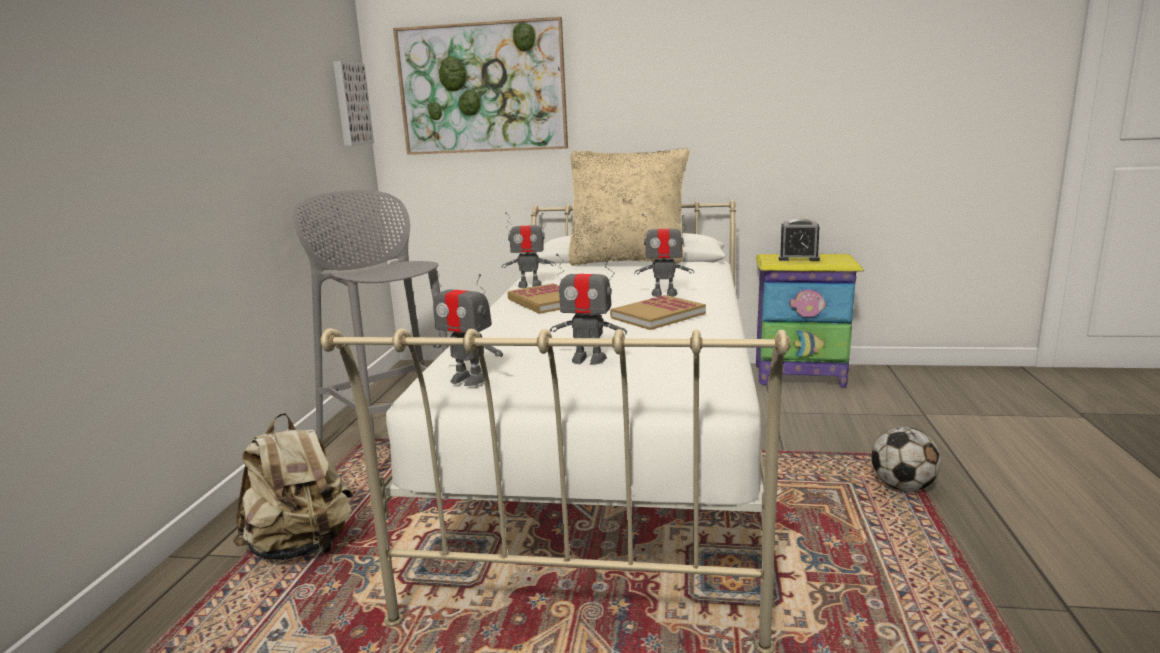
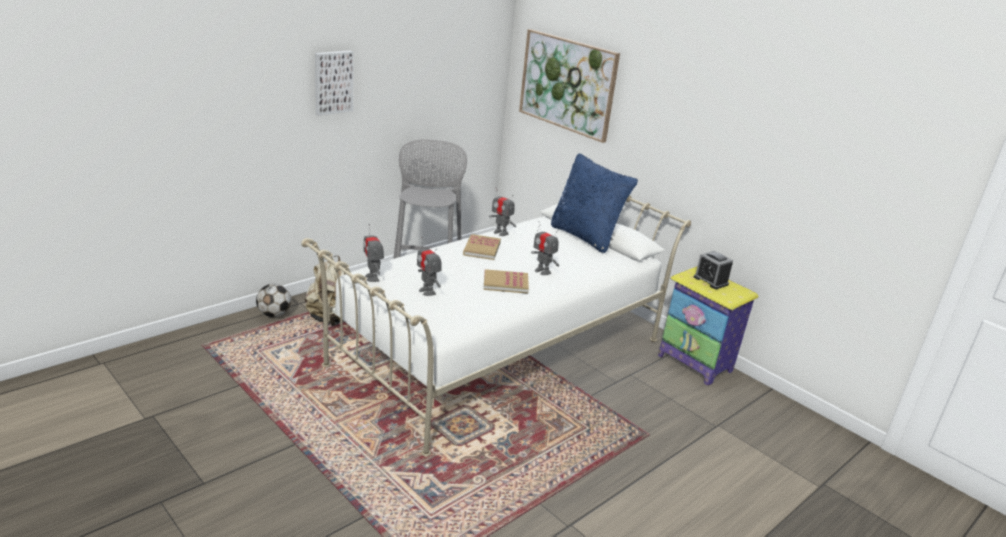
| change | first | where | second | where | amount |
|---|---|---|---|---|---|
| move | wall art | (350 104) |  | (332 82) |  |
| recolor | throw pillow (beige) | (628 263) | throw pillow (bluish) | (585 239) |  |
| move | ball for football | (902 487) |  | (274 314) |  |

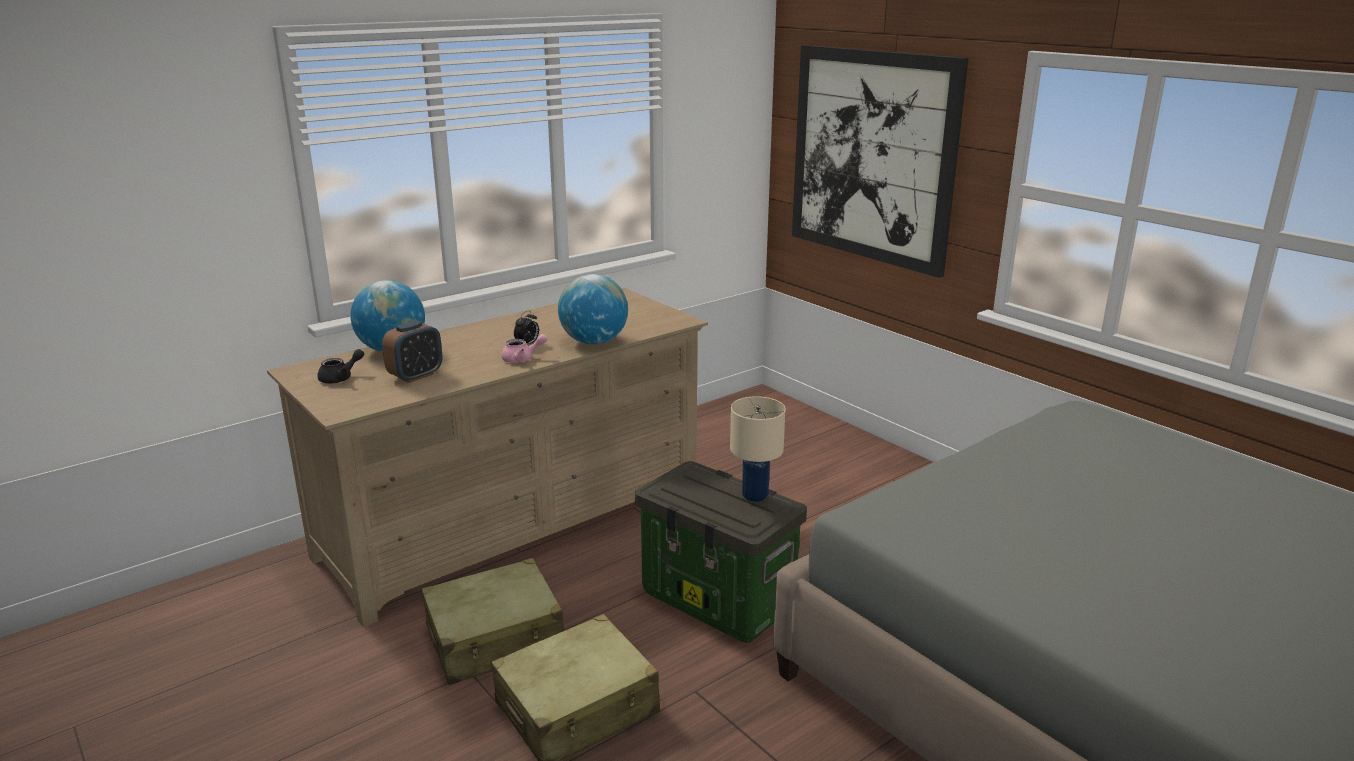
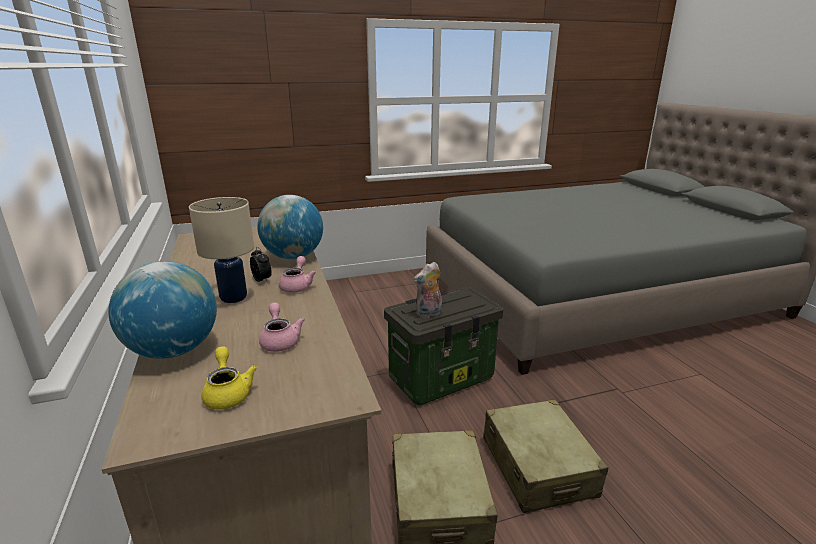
| change | first | where | second | where | amount |
|---|---|---|---|---|---|
| recolor | teapot (black) | (340 378) | teapot (yellow) | (228 393) |  |
| replace | table clock | (416 376) | teapot (pink) | (280 340) |  |
| move | table lamp (beige) | (755 495) |  | (233 297) |  |
| delete | wall art | (872 156) |  |  |  |
| insert |  |  | cuddly toy | (429 314) |  |

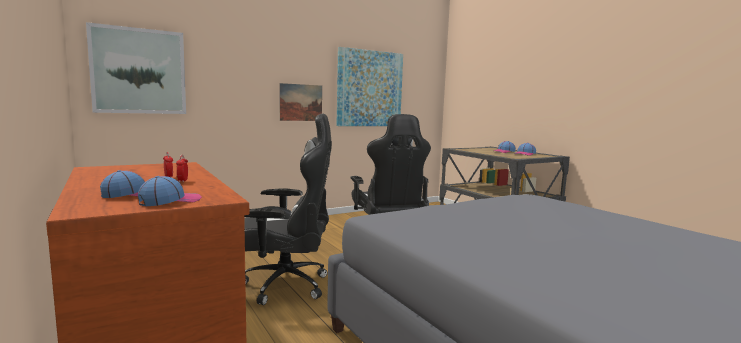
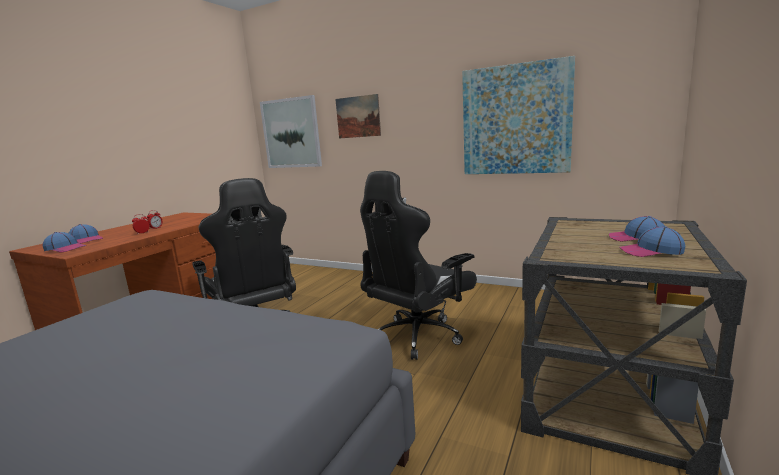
| change | first | where | second | where | amount |
|---|---|---|---|---|---|
| move | wall art | (301 102) |  | (358 117) |  |

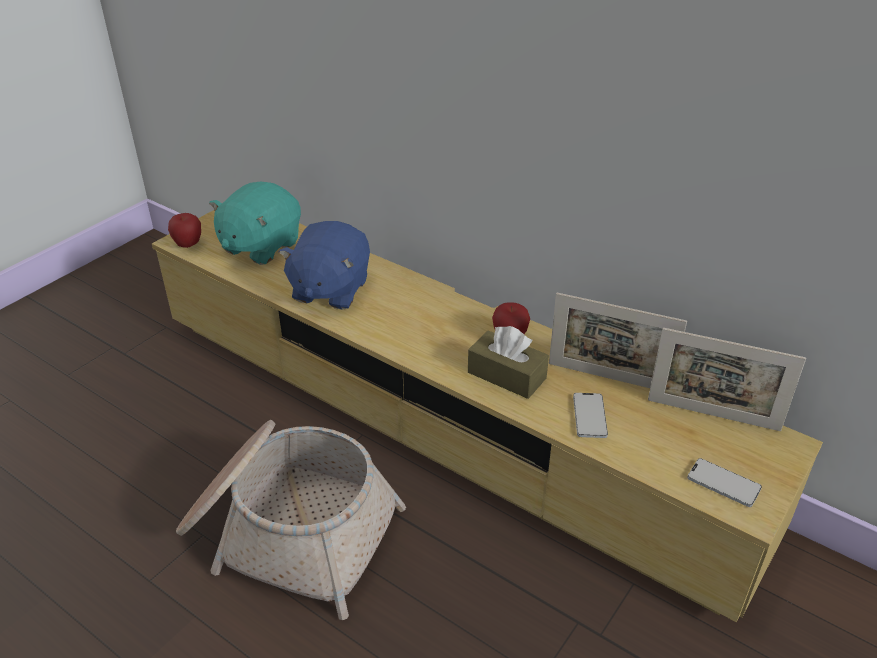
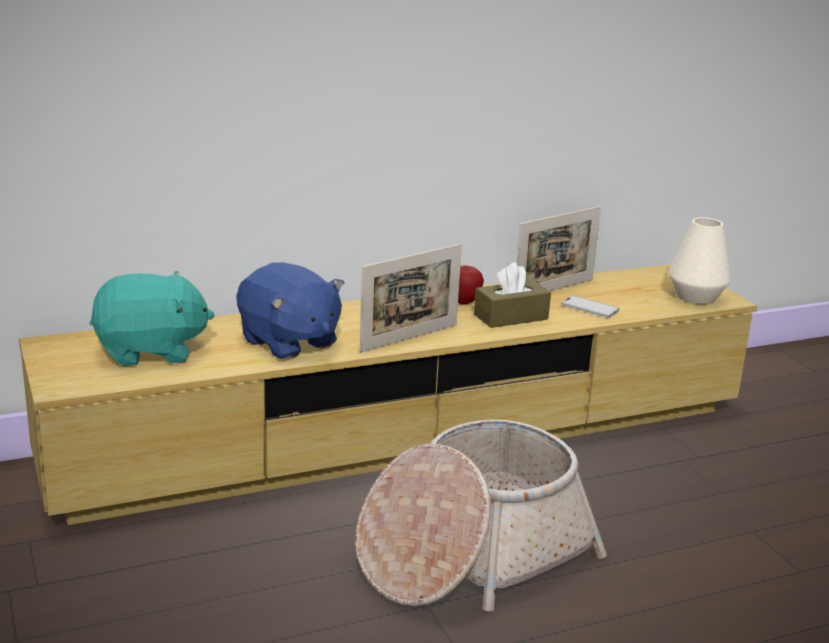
| change | first | where | second | where | amount |
|---|---|---|---|---|---|
| delete | whole apple | (188 244) |  |  |  |
| rotate | cuddly toy (turquoise) | (260 246) |  | (151 351) | 75 degrees counterclockwise |
| move | photo frame | (713 415) |  | (409 338) |  |
| replace | phone | (723 483) | vase (white) | (695 297) |  |

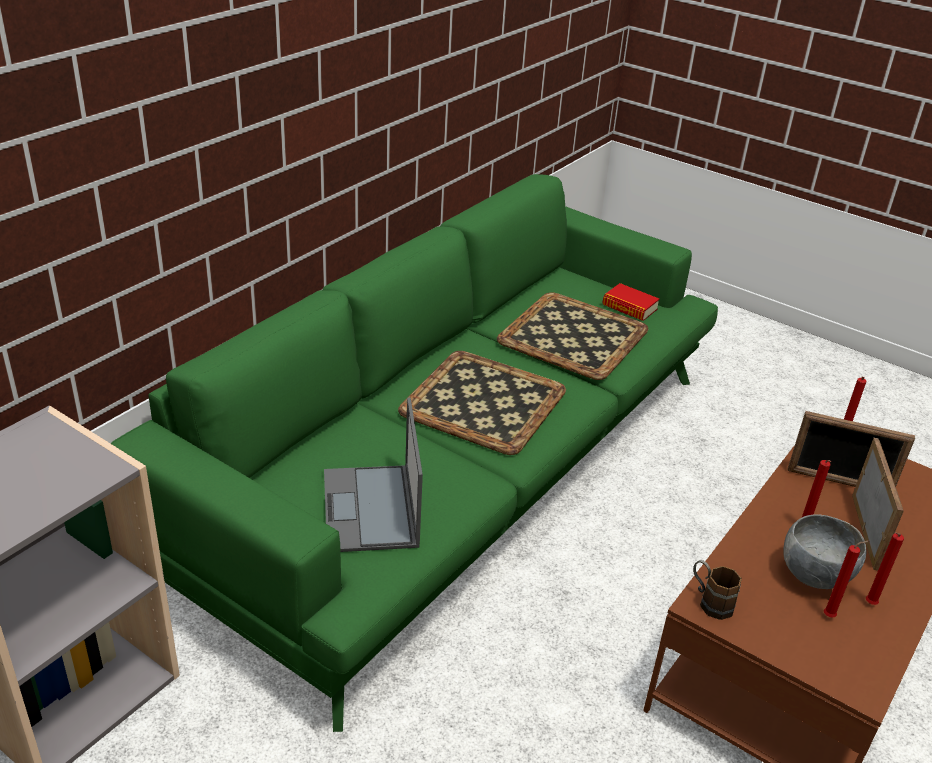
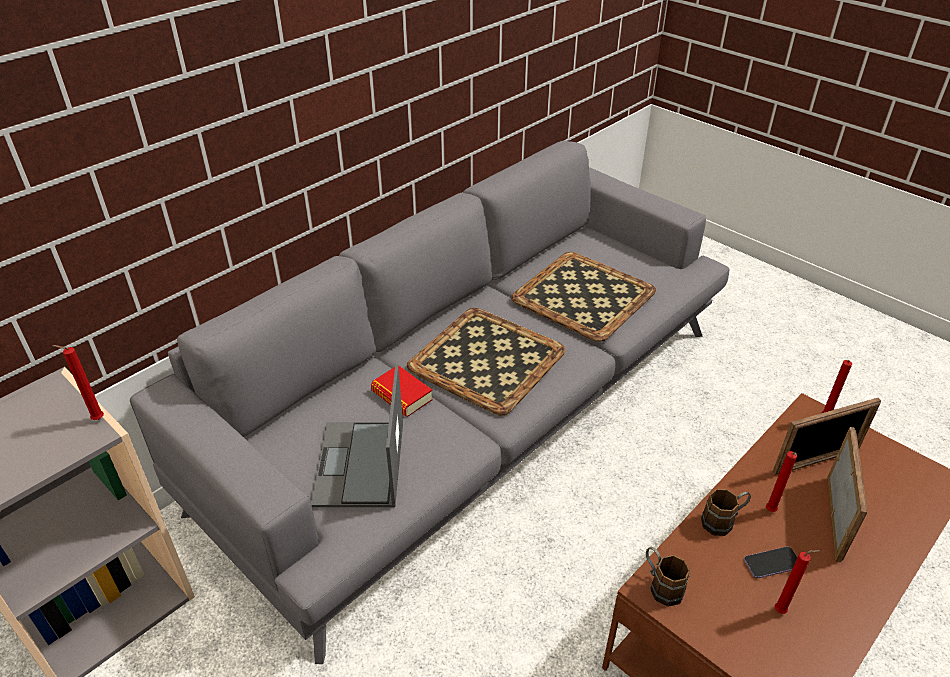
| change | first | where | second | where | amount |
|---|---|---|---|---|---|
| recolor | sofa (green-coloured) | (460 471) | sofa (gray) | (475 413) |  |
| move | volume | (629 307) |  | (402 396) |  |
| replace | bowl (gray) | (813 575) | phone | (772 563) |  |
| rotate | photo frame | (839 482) |  | (816 461) | 45 degrees counterclockwise |
| move | candle (reddish) | (869 604) |  | (96 420) |  |
| insert |  |  | coffee mug (brown-coloured) | (723 521) |  |

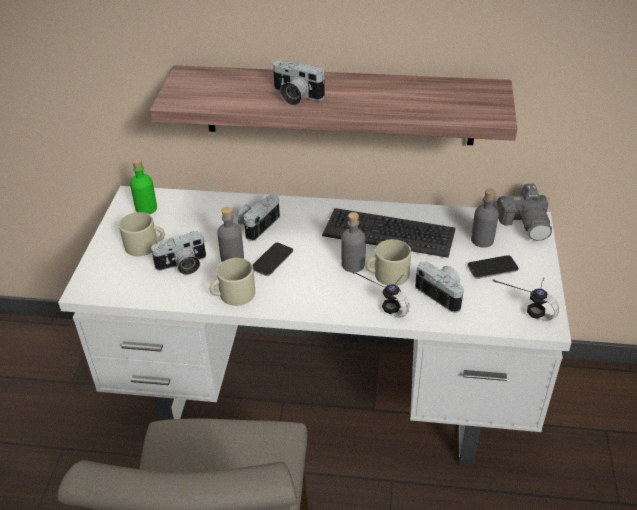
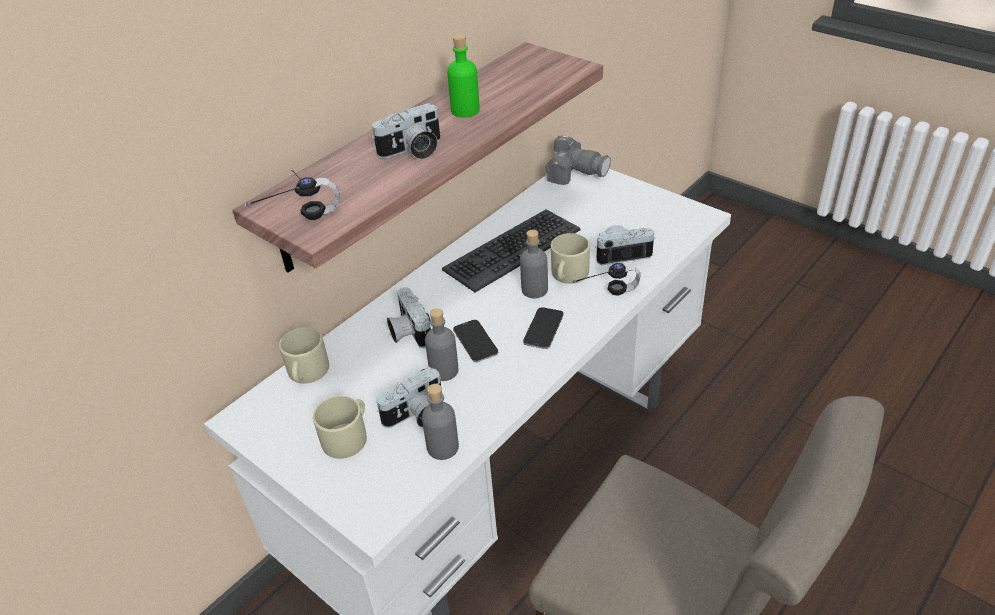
| change | first | where | second | where | amount |
|---|---|---|---|---|---|
| move | drink bottle (green-coloured) | (146 208) |  | (465 110) |  |
| rotate | still camera | (182 266) |  | (417 415) | 45 degrees clockwise |
| move | coffee mug (beige) | (233 294) |  | (306 372) |  |
| move | phone | (492 268) |  | (543 329) |  |
| move | drink bottle (gray) | (482 240) |  | (443 447) |  |
| move | headset | (526 306) |  | (297 215) |  |

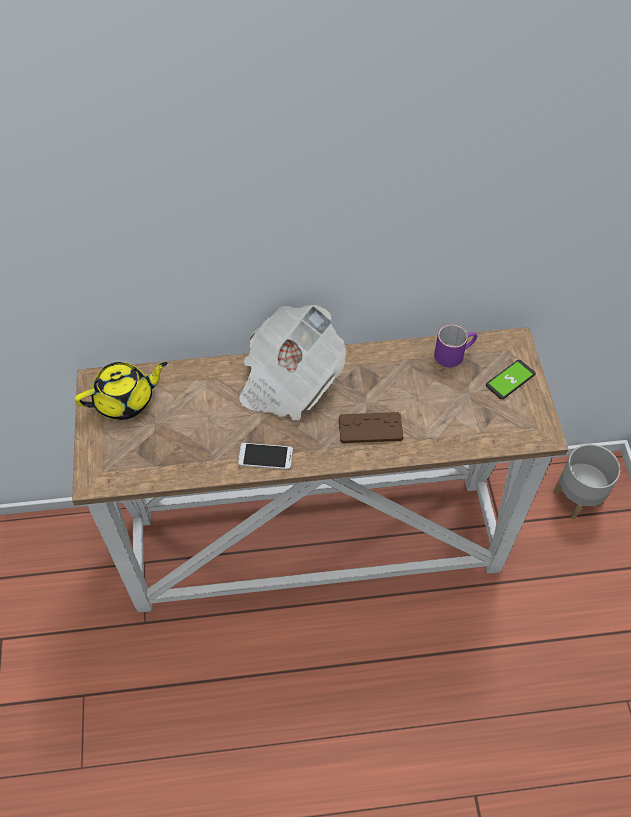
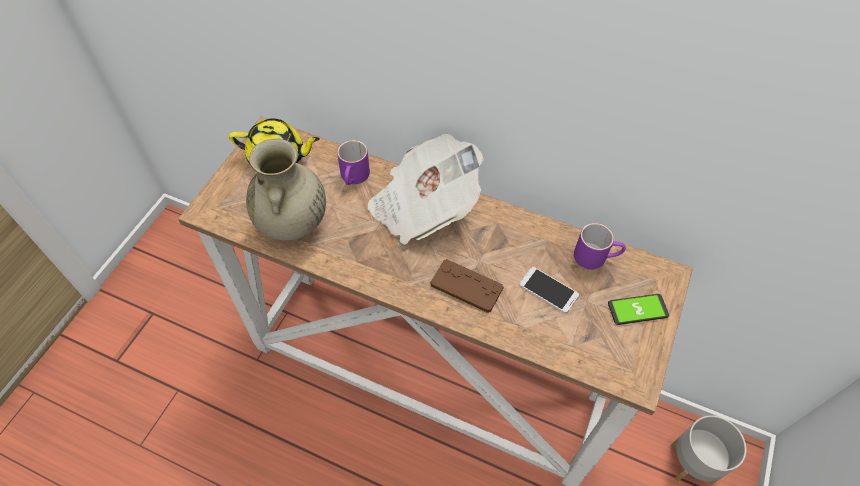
| change | first | where | second | where | amount |
|---|---|---|---|---|---|
| move | phone | (265 456) |  | (548 290) |  |
| insert |  |  | vase (beige) | (293 225) |  |
| insert |  |  | coffee mug (purple) | (354 178) |  |

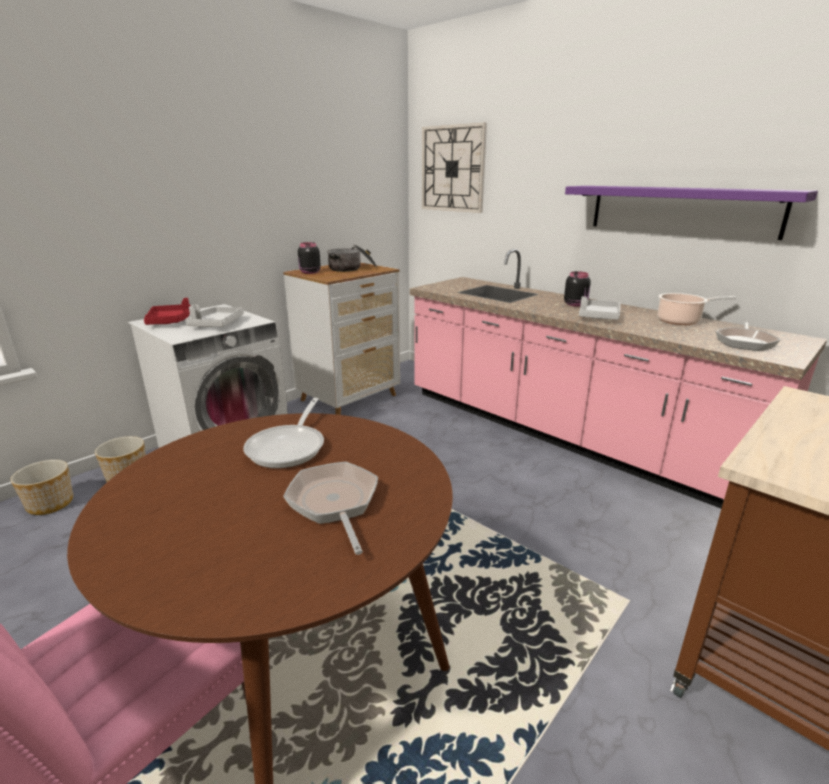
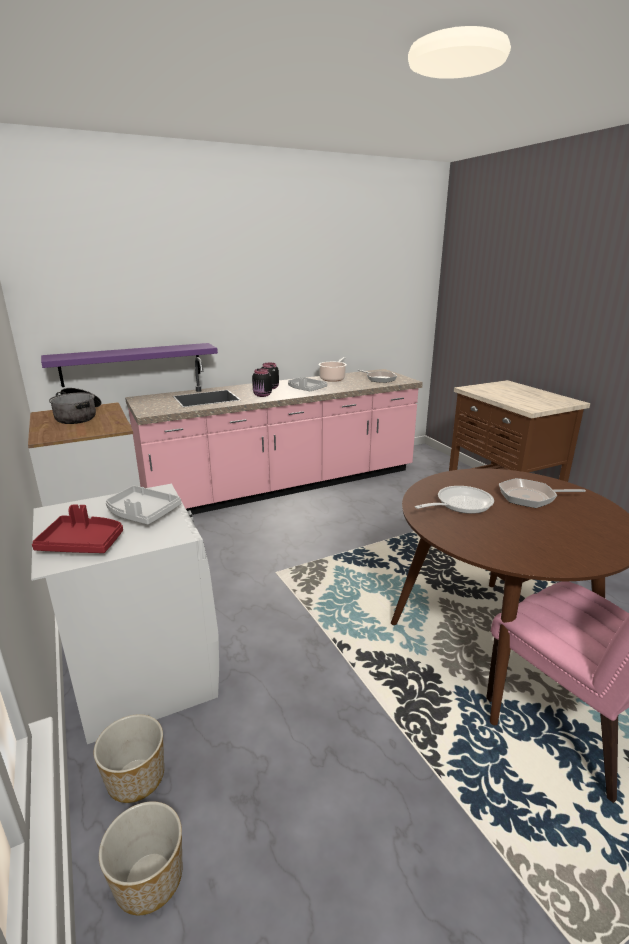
| change | first | where | second | where | amount |
|---|---|---|---|---|---|
| rotate | frying pan | (289 447) |  | (459 504) | 60 degrees counterclockwise |
| move | storage jar (black) | (309 272) |  | (262 395) |  |
| delete | hanging clock | (453 169) |  |  |  |
| move | shelf (purple) | (681 210) |  | (132 364) |  |

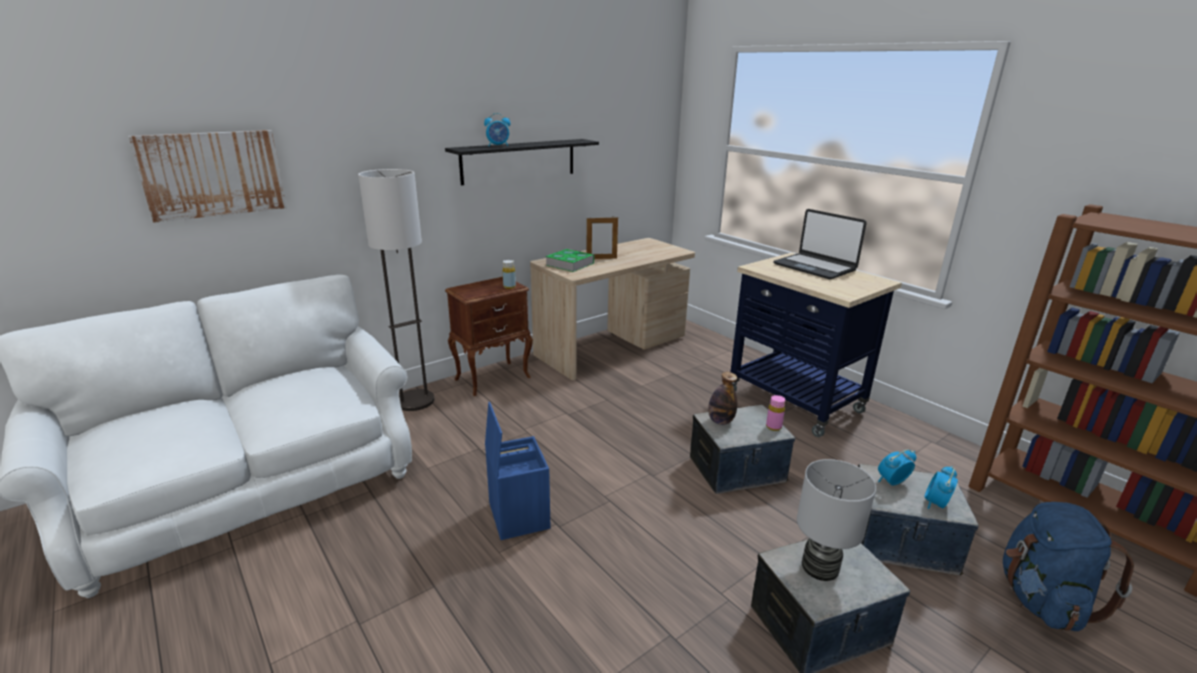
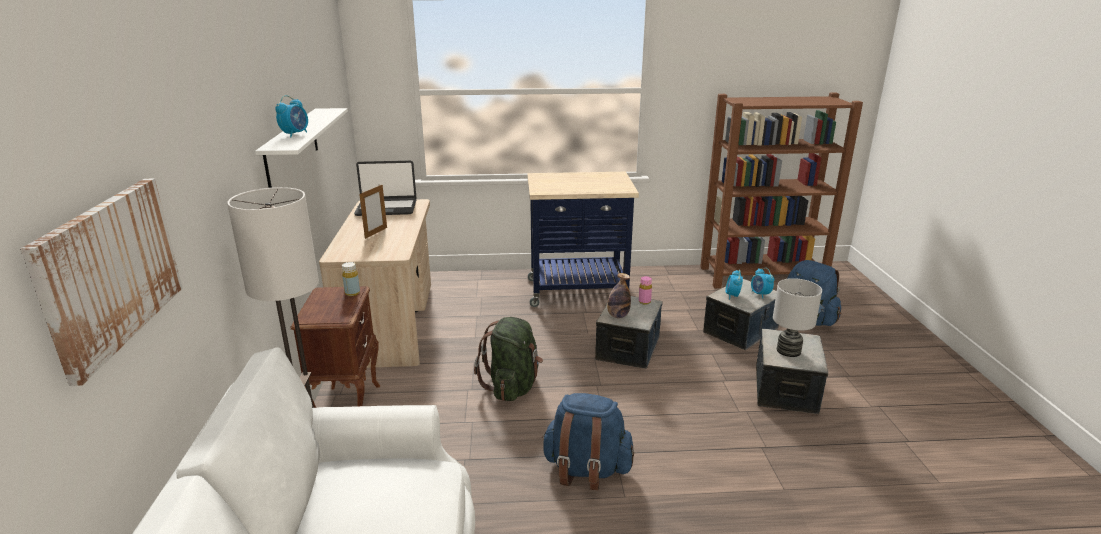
| change | first | where | second | where | amount |
|---|---|---|---|---|---|
| recolor | shelf (black) | (519 161) | shelf (white) | (292 148) |  |
| replace | storage box (bluish) | (517 515) | knapsack (bluish) | (586 470) |  |
| delete | volume | (570 264) |  |  |  |
| move | laptop | (815 267) |  | (386 208) |  |
| insert |  |  | knapsack (green-coloured) | (512 387) |  |

